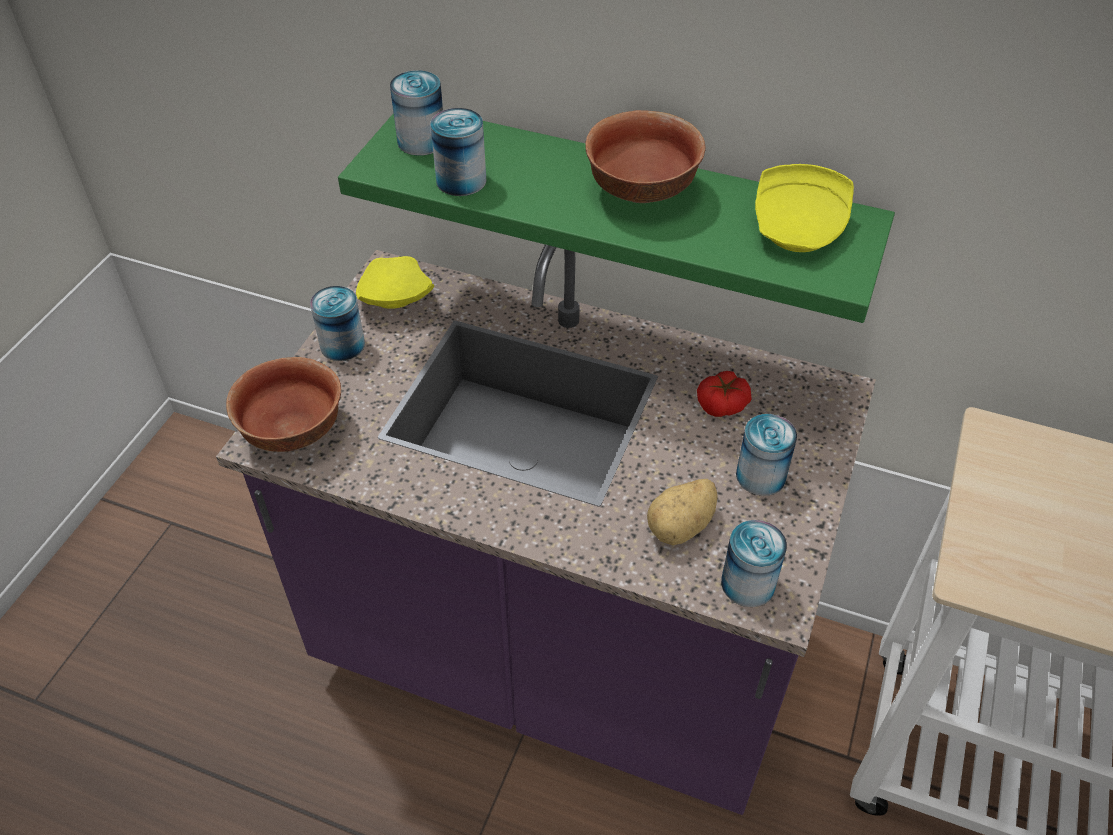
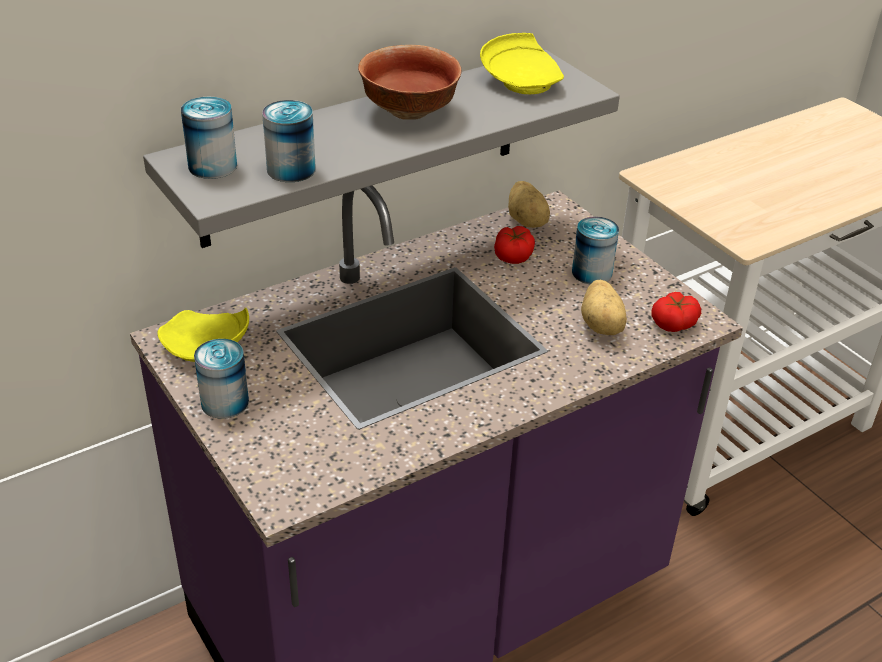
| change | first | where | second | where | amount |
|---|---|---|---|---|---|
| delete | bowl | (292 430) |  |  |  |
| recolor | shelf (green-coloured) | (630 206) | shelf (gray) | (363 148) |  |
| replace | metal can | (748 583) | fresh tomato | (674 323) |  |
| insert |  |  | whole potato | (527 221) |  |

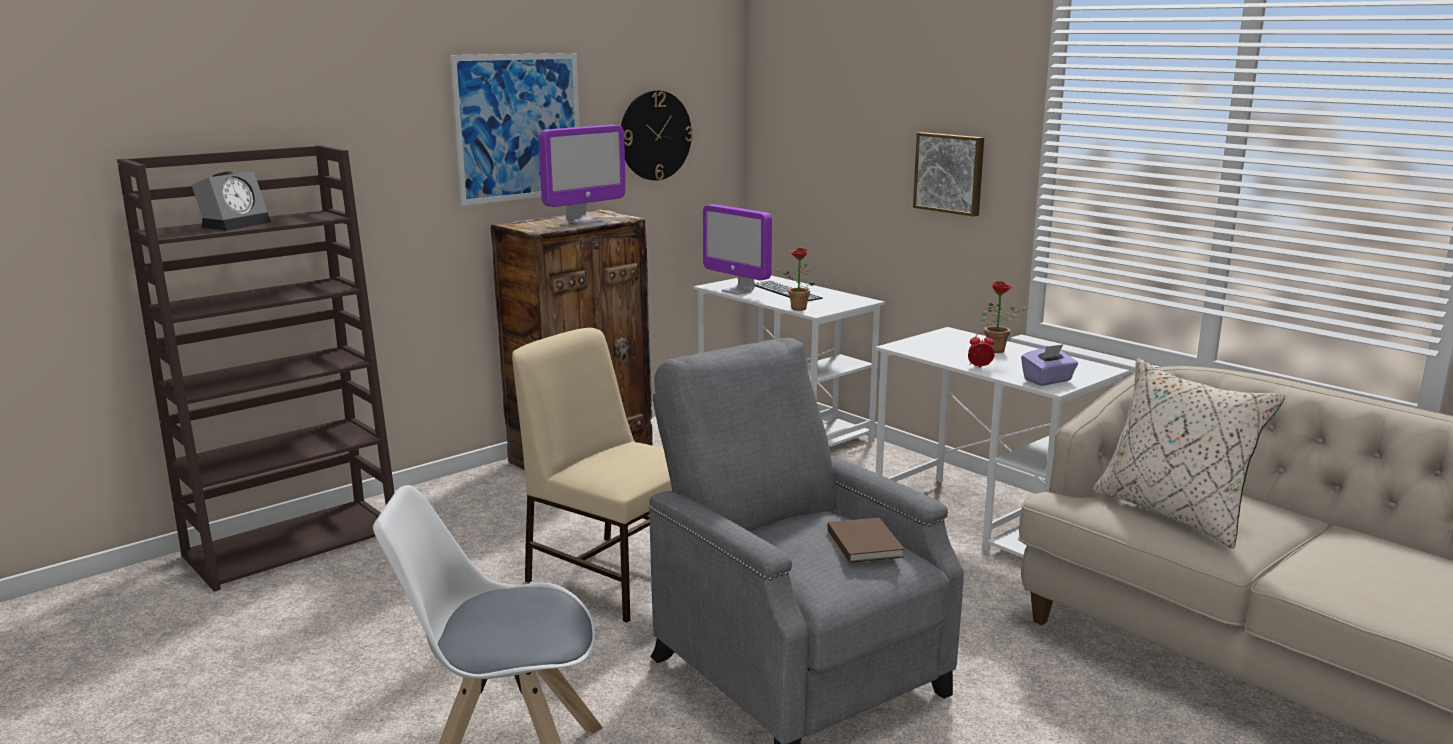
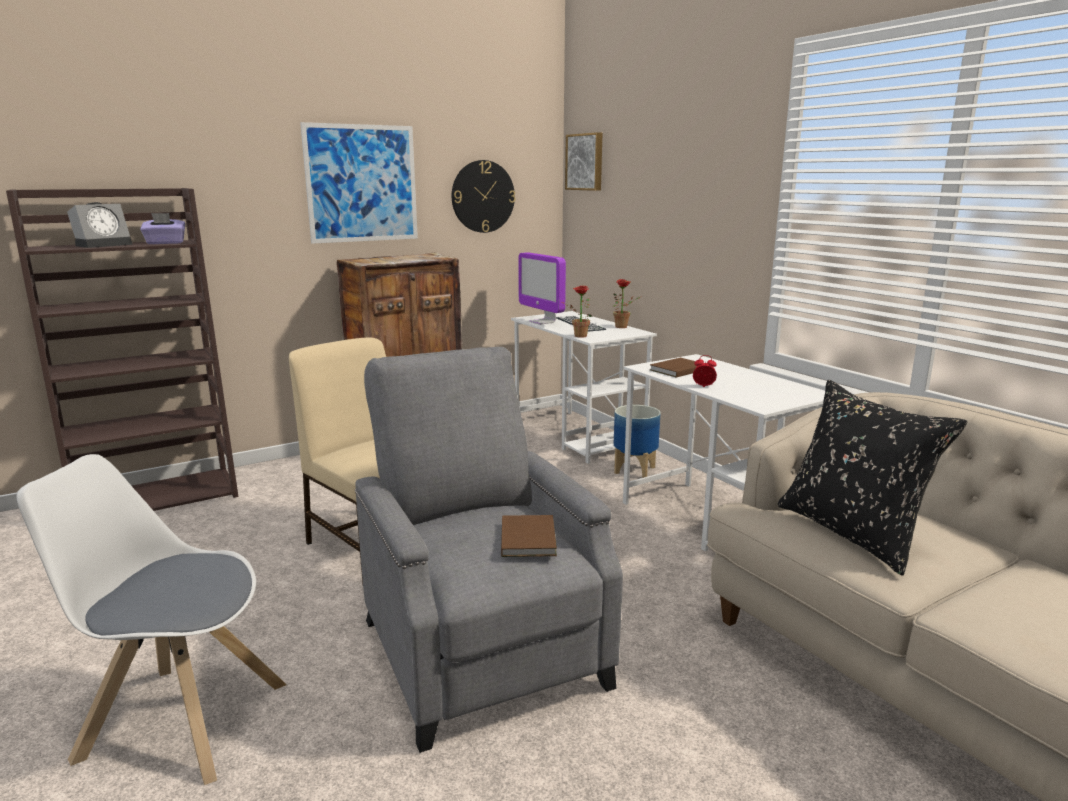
| change | first | where | second | where | amount |
|---|---|---|---|---|---|
| delete | computer display | (584 221) |  |  |  |
| move | wall art | (950 173) |  | (585 162) |  |
| move | houseplant | (999 350) |  | (624 327) |  |
| move | tissue box (purple) | (1048 381) |  | (165 243) |  |
| recolor | throw pillow (beige) | (1173 513) | throw pillow (black) | (852 533) |  |
| insert |  |  | plant pot | (634 470) |  |
| insert |  |  | volume (brown-coloured) | (676 370) |  |

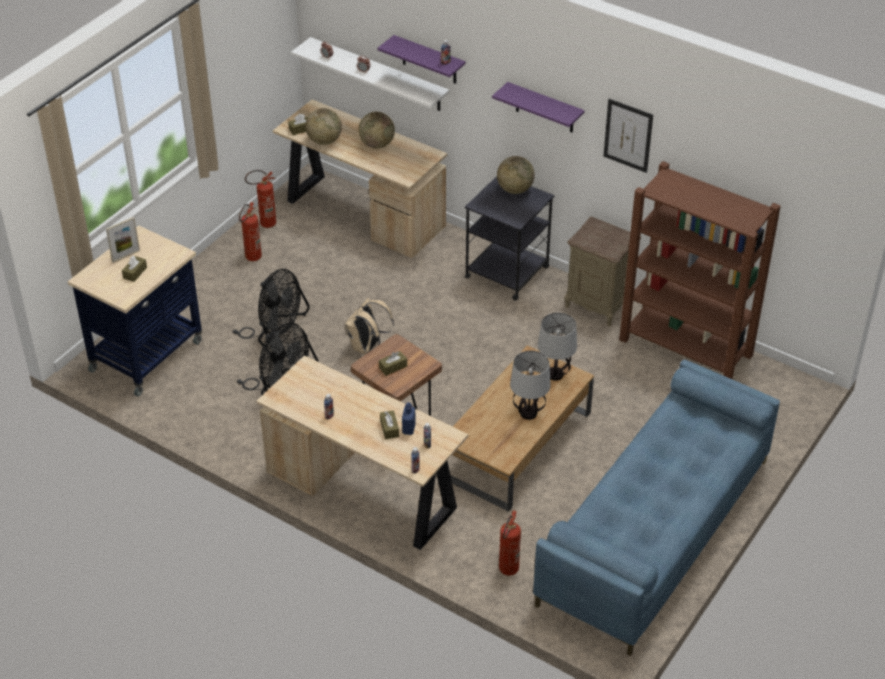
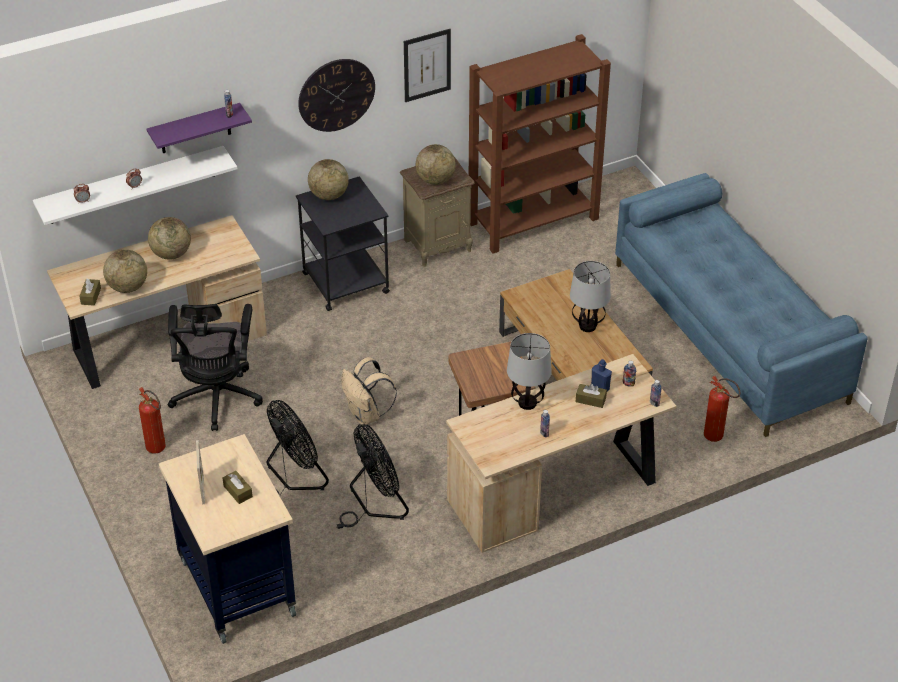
| change | first | where | second | where | amount |
|---|---|---|---|---|---|
| delete | fire-fighting cylinder | (264 224) |  |  |  |
| delete | tissue box (brown-coloured) | (393 367) |  |  |  |
| replace | shelf (purple) | (545 108) | hanging clock | (336 95) |  |
| move | table lamp | (555 375) |  | (528 403) |  |
| insert |  |  | office chair | (217 397) |  |
| insert |  |  | globe | (435 180) |  |

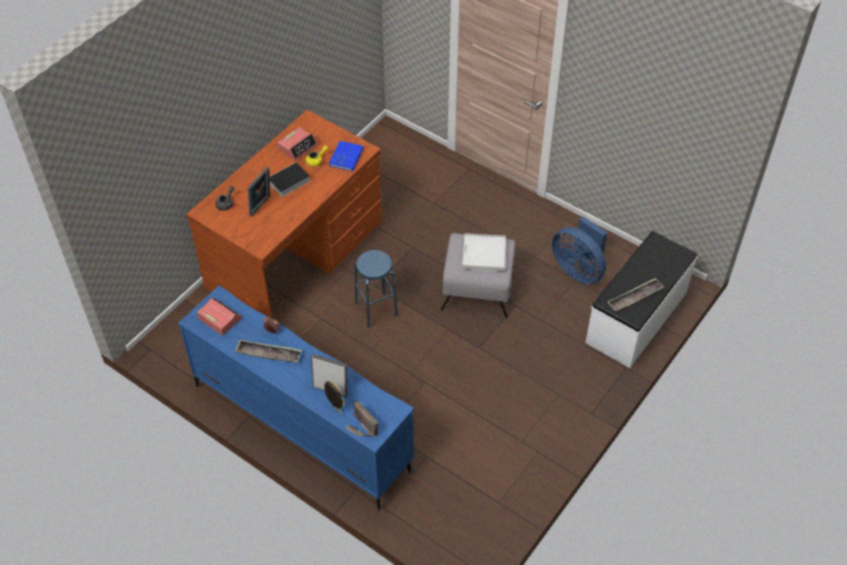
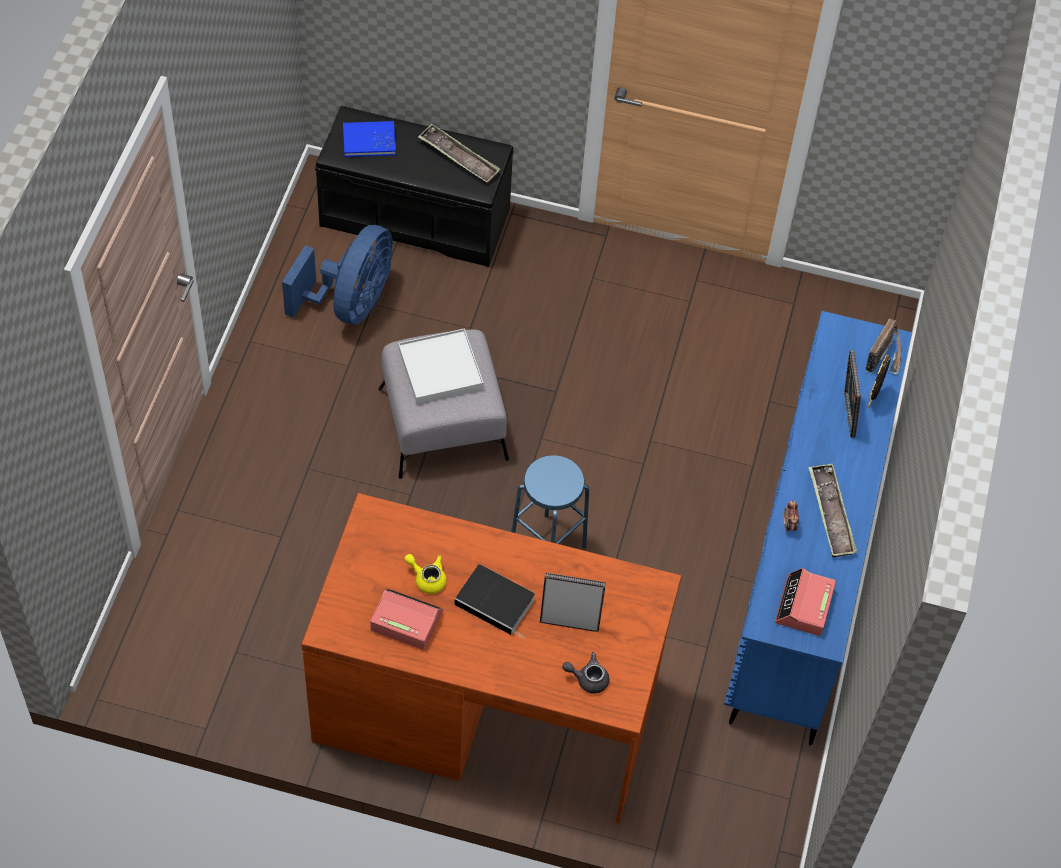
| change | first | where | second | where | amount |
|---|---|---|---|---|---|
| move | volume (bluish) | (346 157) |  | (369 141) |  |
| recolor | indoor bench (white) | (637 318) | indoor bench (black) | (415 216) |  |

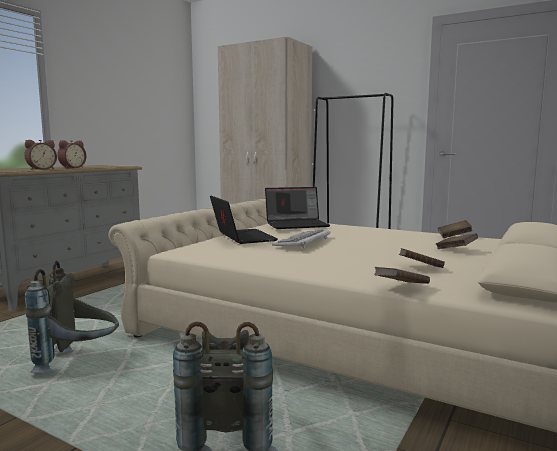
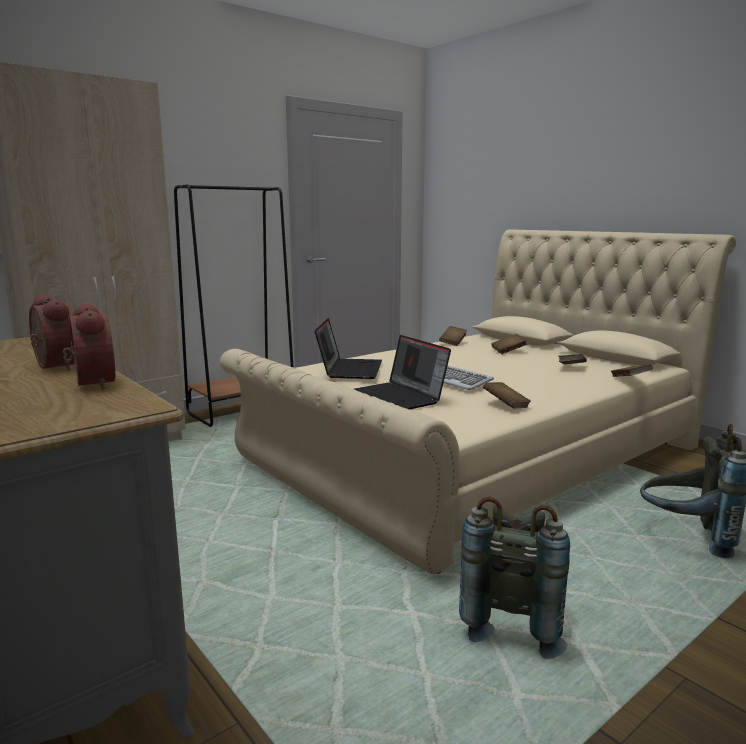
| change | first | where | second | where | amount |
|---|---|---|---|---|---|
| rotate | laptop | (241 237) |  | (399 397) | 120 degrees counterclockwise |
| insert |  |  | volume (brown-coloured) | (506 405) |  |

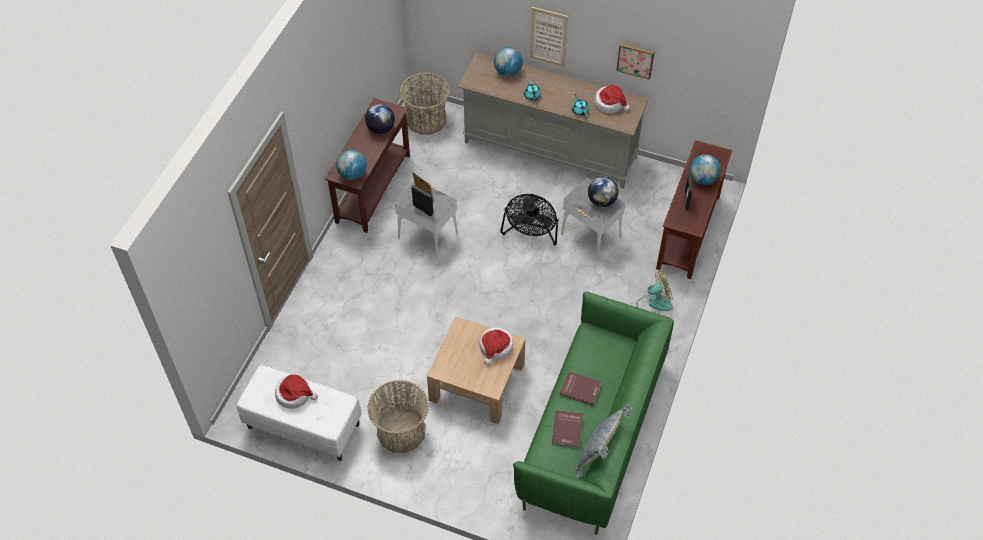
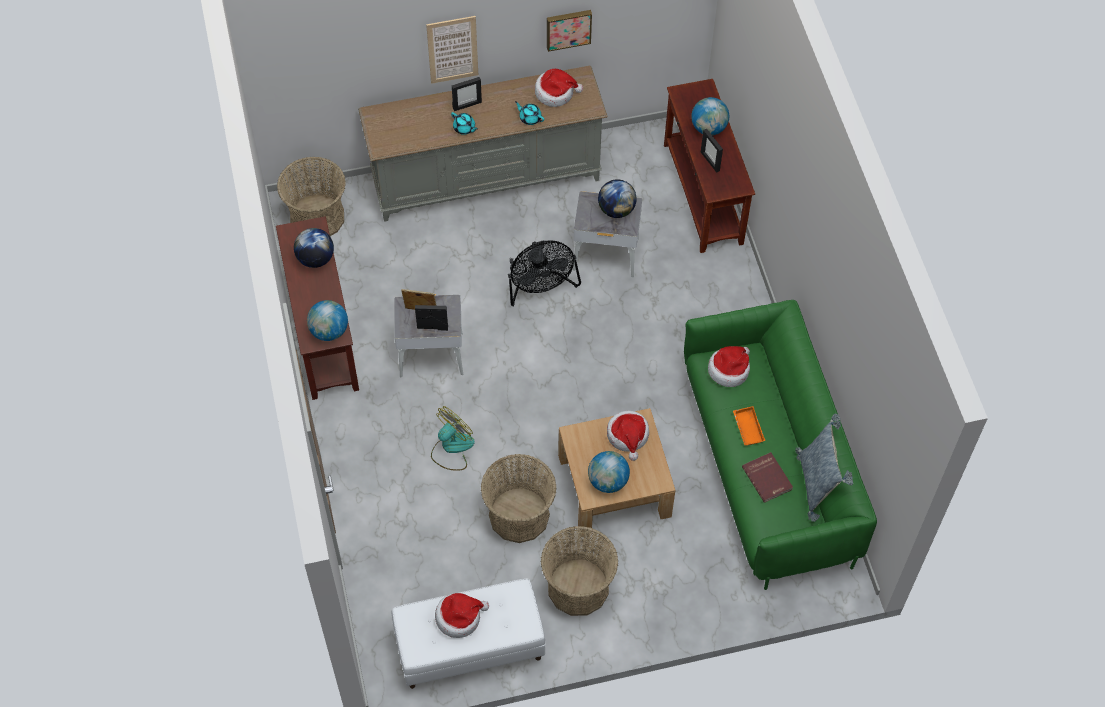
| change | first | where | second | where | amount |
|---|---|---|---|---|---|
| move | globe | (507 72) |  | (608 481) |  |
| replace | volume (reddish) | (580 389) | tray (orange-coloured) | (747 428) |  |
| move | cooling fan | (654 304) |  | (452 448) |  |
| insert |  |  | photo frame | (467 105) |  |
| insert |  |  | storage basket | (519 515) |  |
| insert |  |  | wearable hat | (729 369) |  |

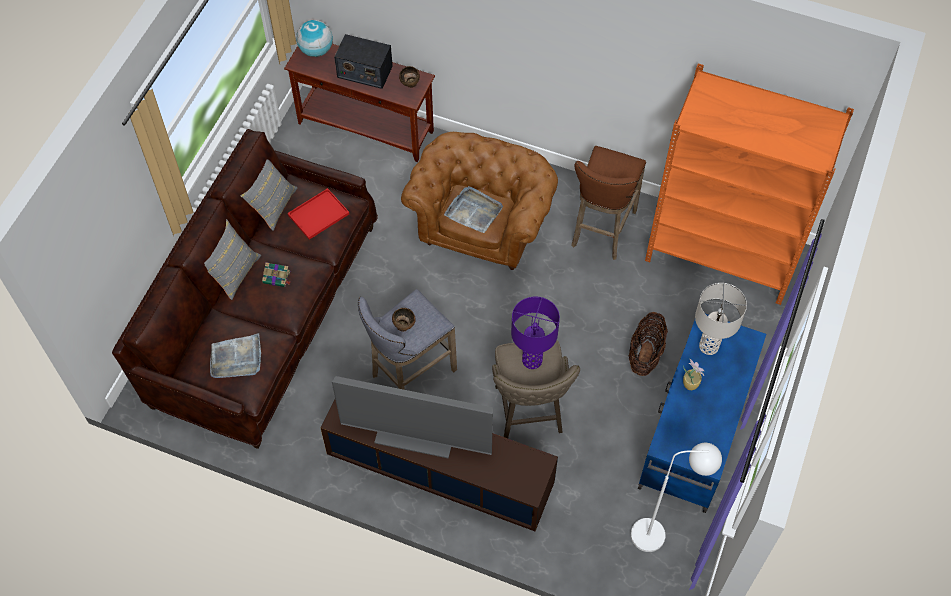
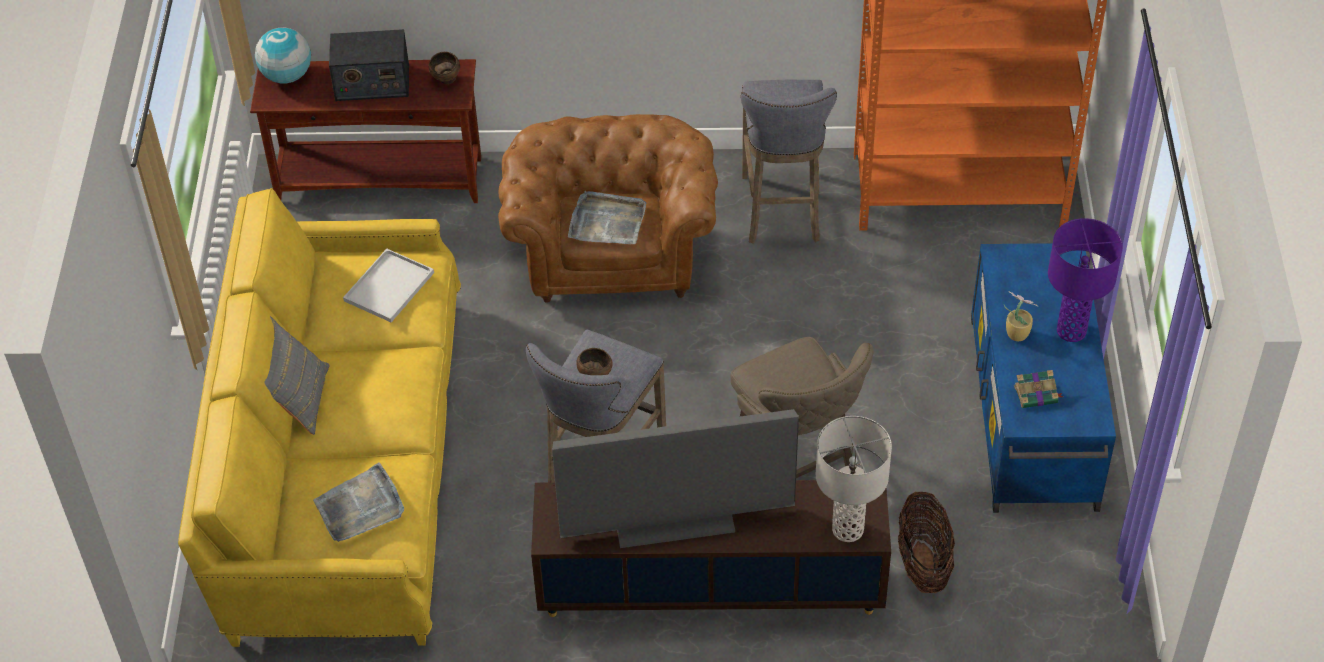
| change | first | where | second | where | amount |
|---|---|---|---|---|---|
| recolor | sofa (brown-coloured) | (262 313) | sofa (yellow) | (343 466) |  |
| delete | throw pillow (gray) | (271 205) |  |  |  |
| move | volume | (277 277) |  | (1037 394) |  |
| recolor | tray (reddish) | (319 213) | tray (white) | (389 285) |  |
| move | table lamp (purple) | (531 360) |  | (1071 331) |  |
| recolor | sitting stool (brown-coloured) | (602 231) | sitting stool (gray) | (782 212) |  |
| move | storage basket | (645 354) |  | (923 563) |  |
| delete | floor lamp (white) | (658 535) |  |  |  |
| move | table lamp (white) | (708 346) |  | (847 529) |  |

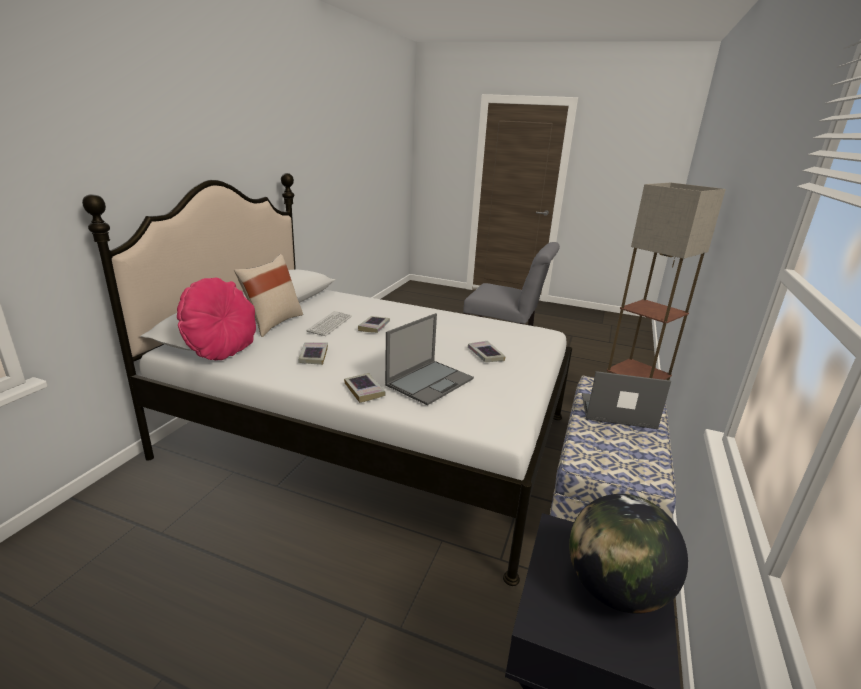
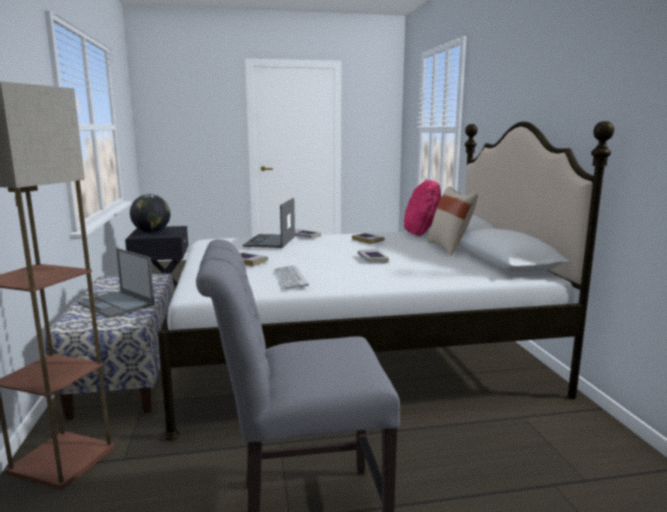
| change | first | where | second | where | amount |
|---|---|---|---|---|---|
| move | computer keyboard | (330 324) |  | (290 278) |  |
| rotate | laptop | (616 411) |  | (117 304) | 60 degrees clockwise |

